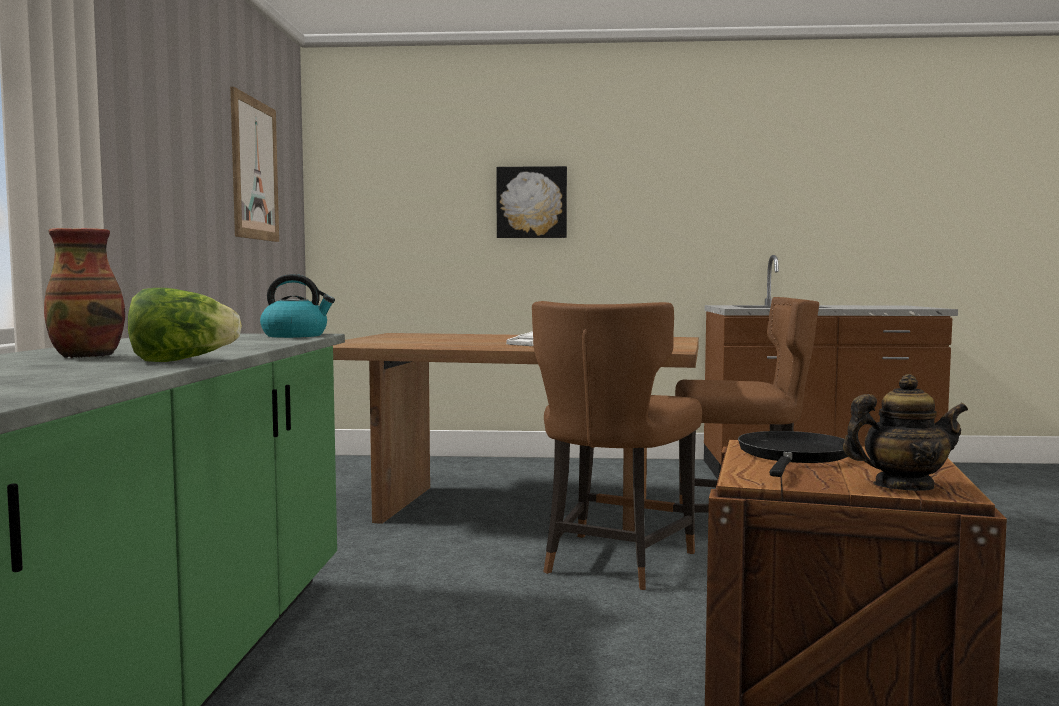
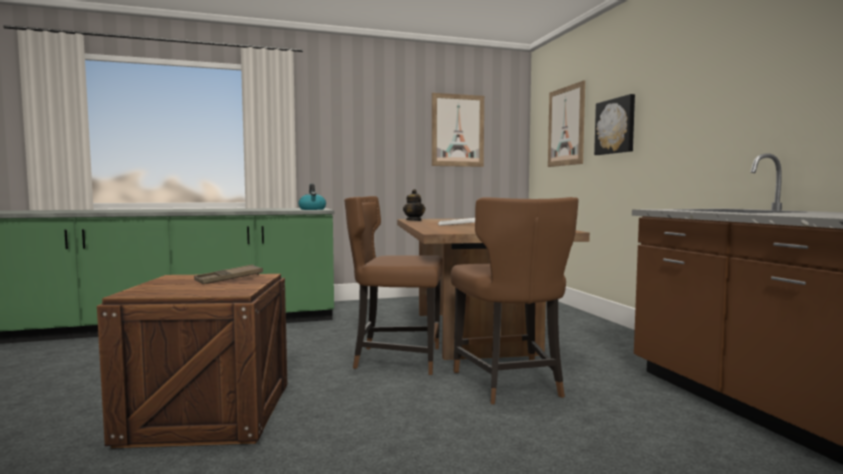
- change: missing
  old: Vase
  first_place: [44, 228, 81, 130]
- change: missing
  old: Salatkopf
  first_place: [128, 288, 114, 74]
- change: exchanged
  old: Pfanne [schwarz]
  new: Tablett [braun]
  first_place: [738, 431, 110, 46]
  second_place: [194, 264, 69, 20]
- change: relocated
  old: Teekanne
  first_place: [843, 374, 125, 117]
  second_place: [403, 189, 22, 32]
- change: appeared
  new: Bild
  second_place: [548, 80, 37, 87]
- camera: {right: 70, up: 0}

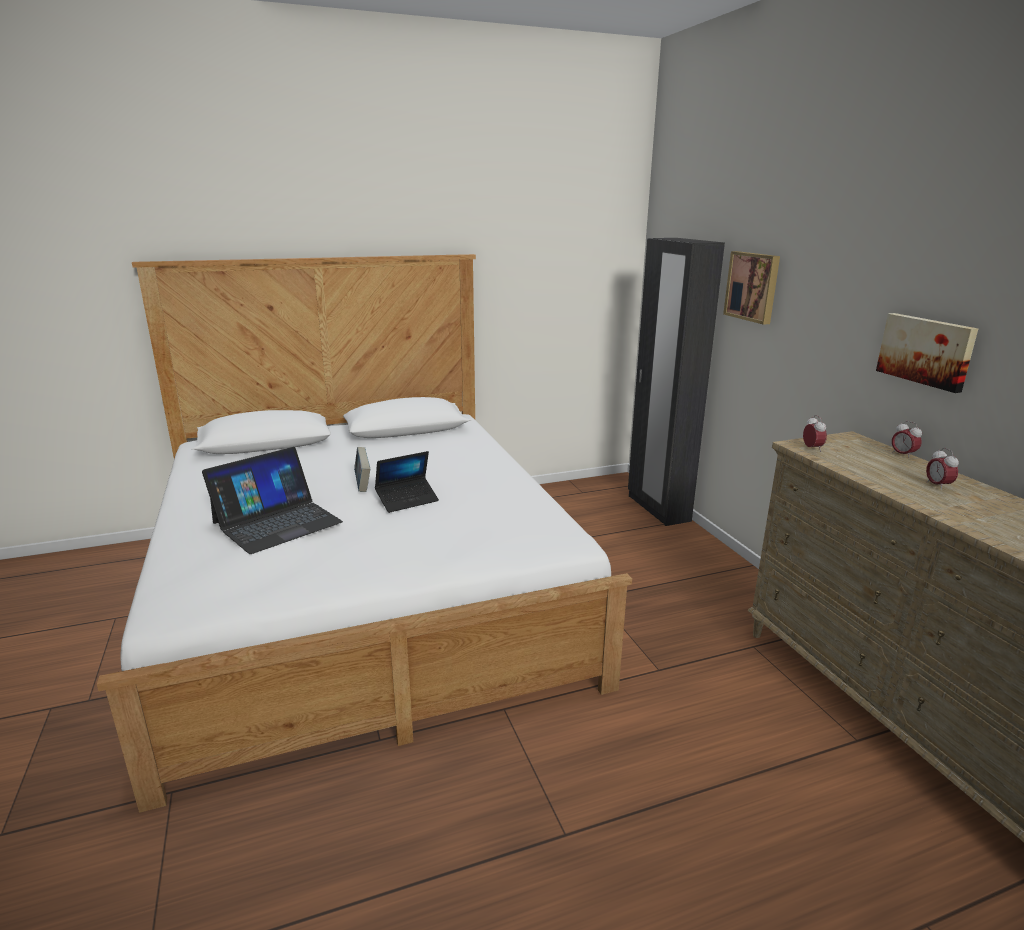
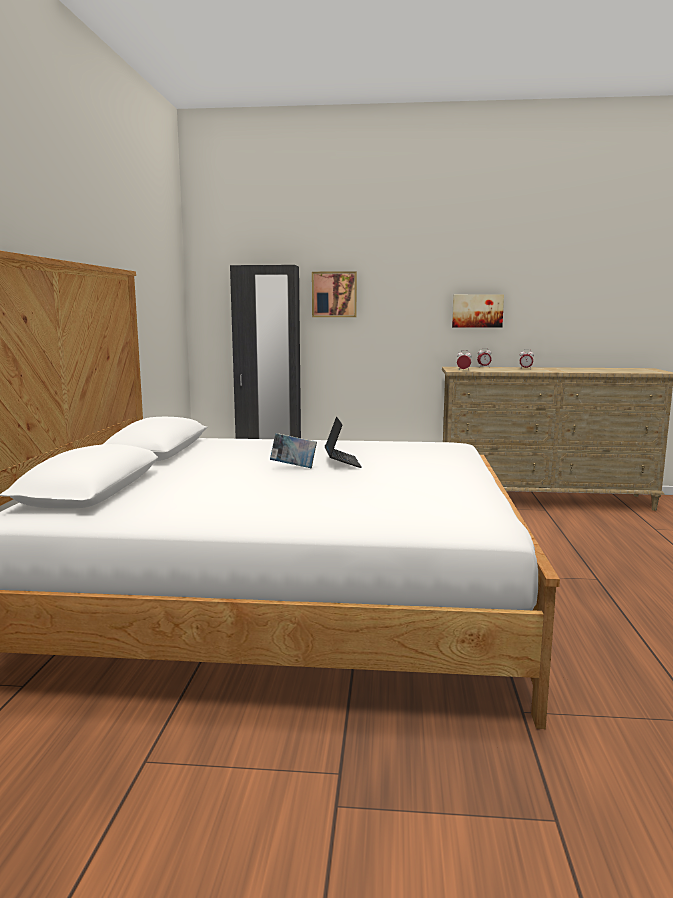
- change: missing
  old: Laptop
  first_place: [202, 447, 141, 107]
- camera: {right: -65, up: -10}

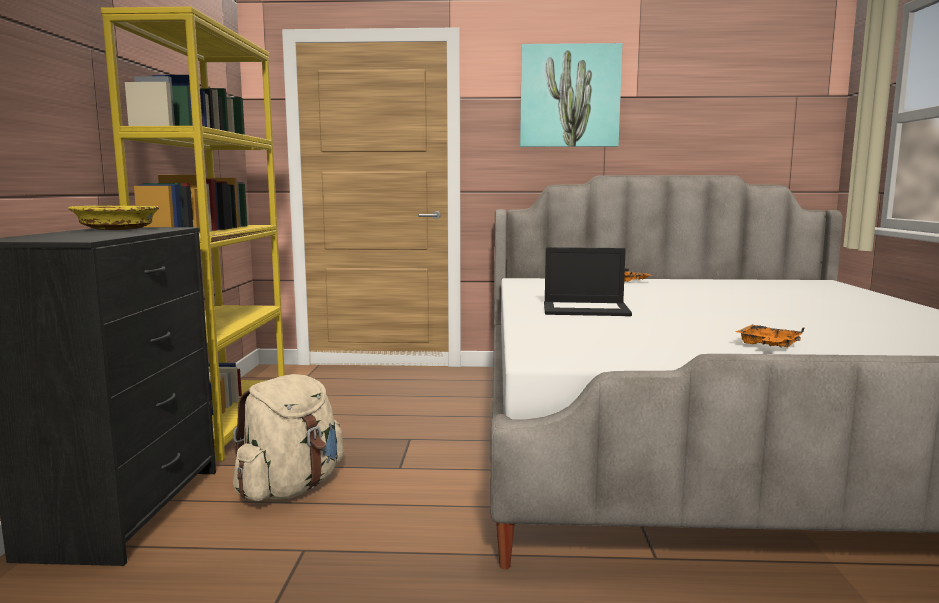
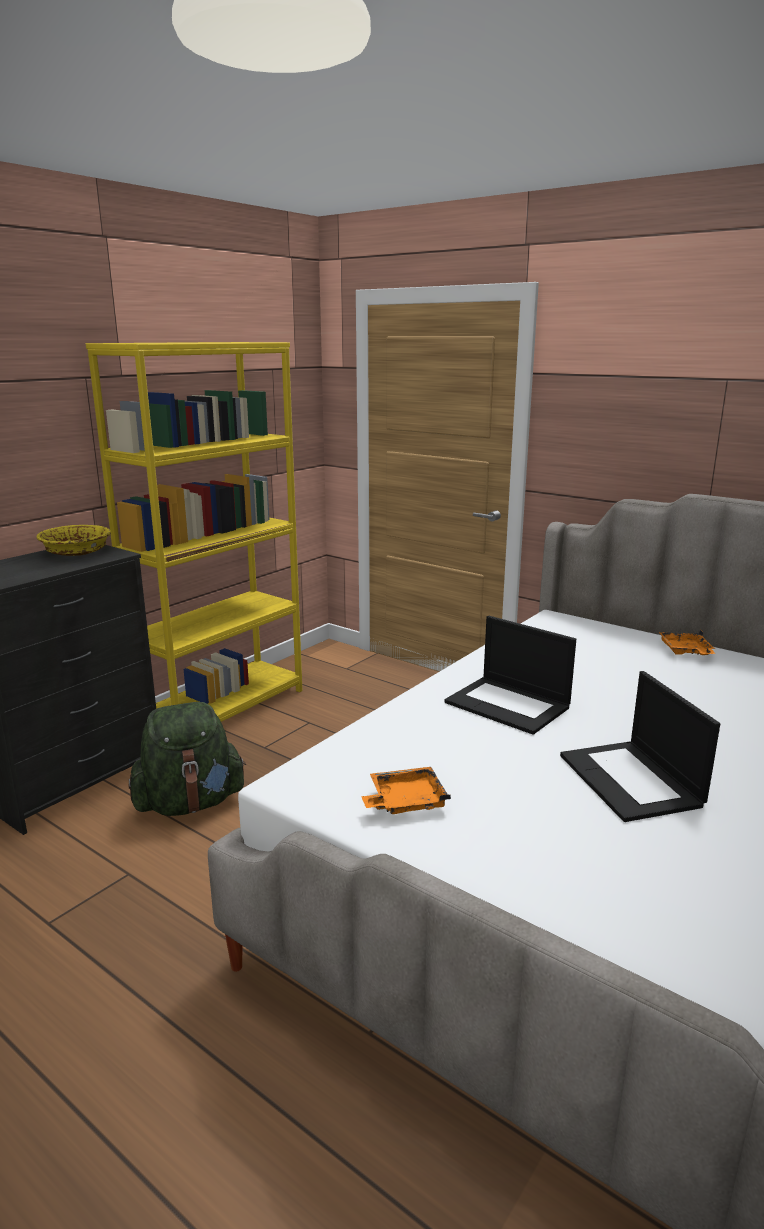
- change: colour
  old: Rucksack [beige]
  new: Rucksack [grün]
  first_place: [233, 374, 111, 127]
  second_place: [128, 702, 118, 114]
- change: missing
  old: Bild
  first_place: [520, 43, 103, 104]
- change: relocated
  old: Tablett [orange]
  first_place: [736, 325, 69, 23]
  second_place: [361, 767, 90, 47]
- change: appeared
  new: Laptop
  second_place: [560, 671, 160, 151]
- camera: {right: 35, up: 10}

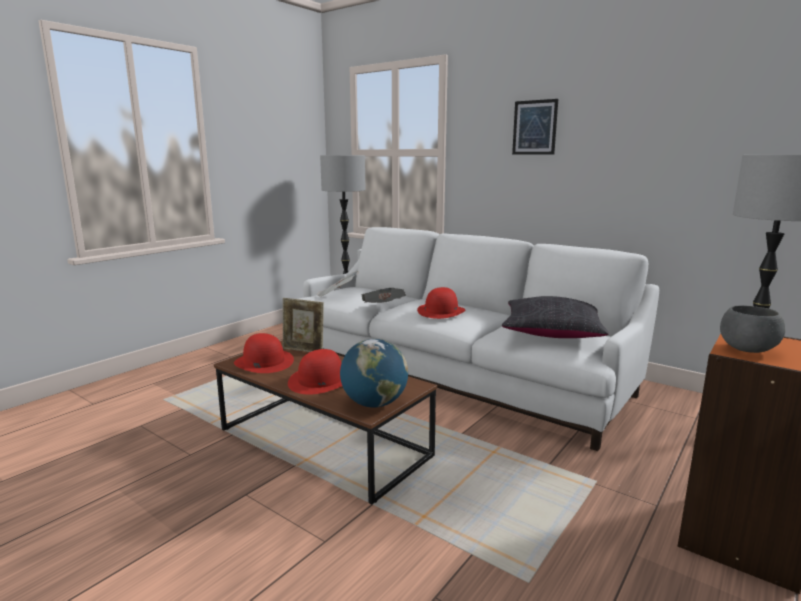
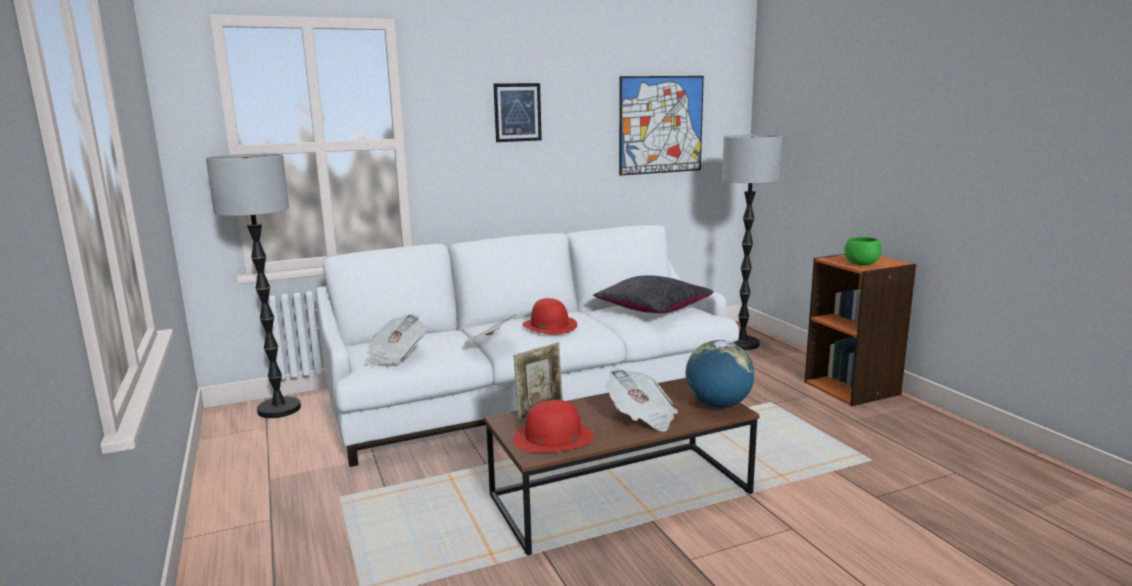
- change: exchanged
  old: Hut [rot]
  new: Zeitung
  first_place: [288, 349, 54, 46]
  second_place: [605, 369, 73, 63]
- change: colour
  old: Schüssel [grau]
  new: Schüssel [grün]
  first_place: [720, 305, 65, 48]
  second_place: [844, 237, 37, 29]
- change: appeared
  new: Bild
  second_place: [619, 76, 85, 99]
- camera: {right: -60, up: 0}

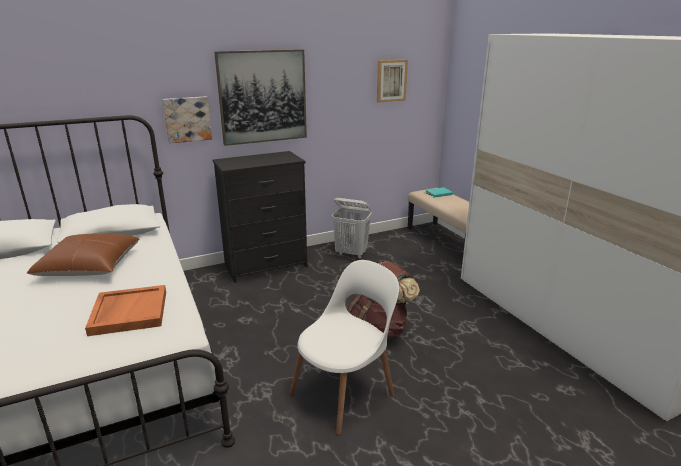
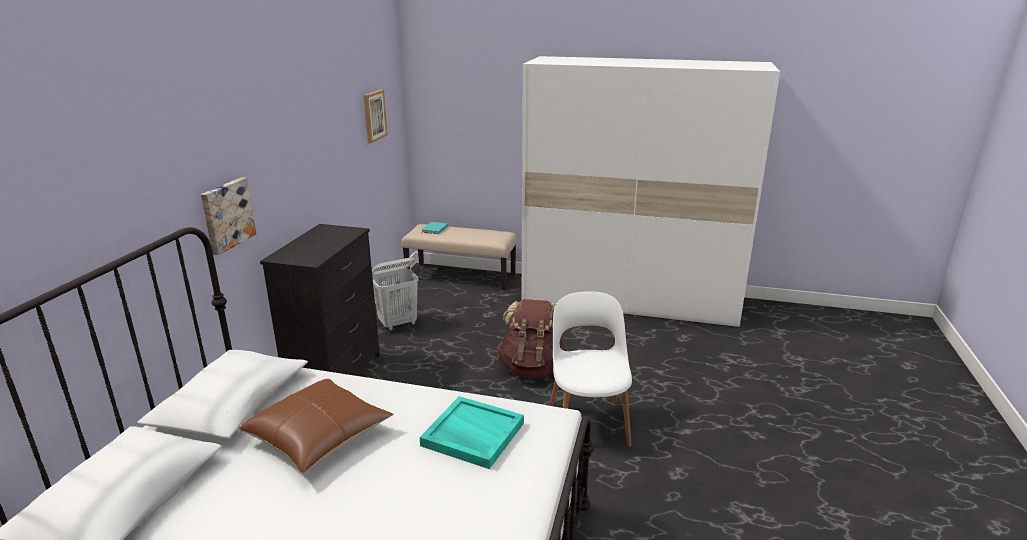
- change: colour
  old: Tablett [orange]
  new: Tablett [türkis]
  first_place: [85, 285, 81, 51]
  second_place: [420, 396, 104, 73]
- change: missing
  old: Bild
  first_place: [214, 49, 93, 97]
- camera: {right: -50, up: 0}

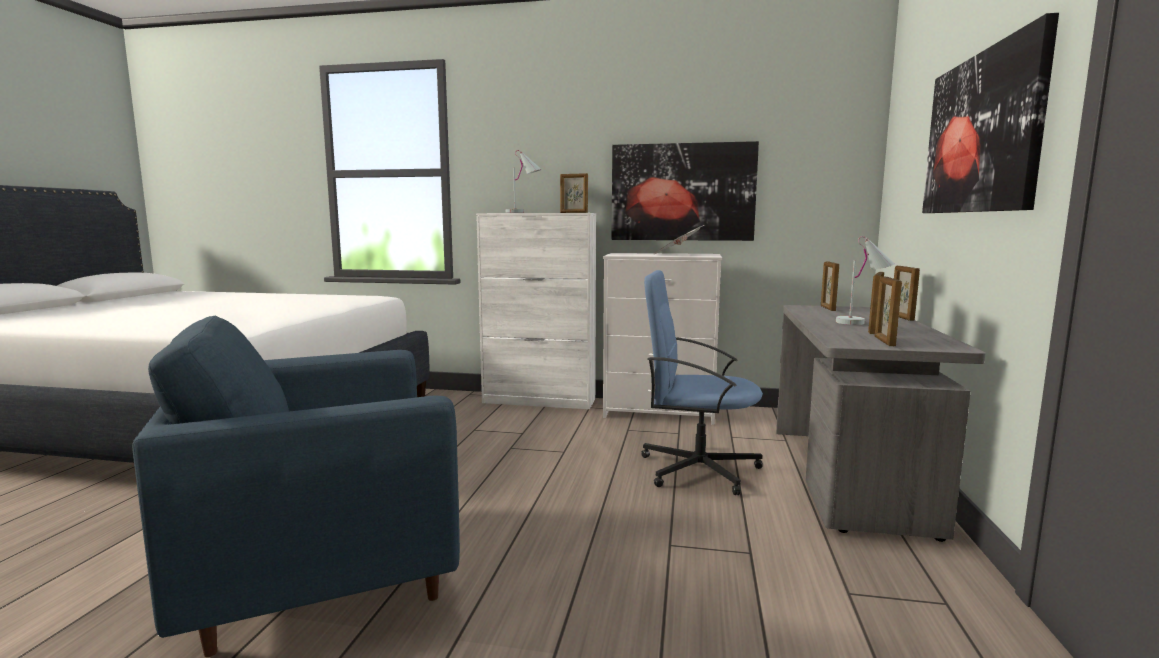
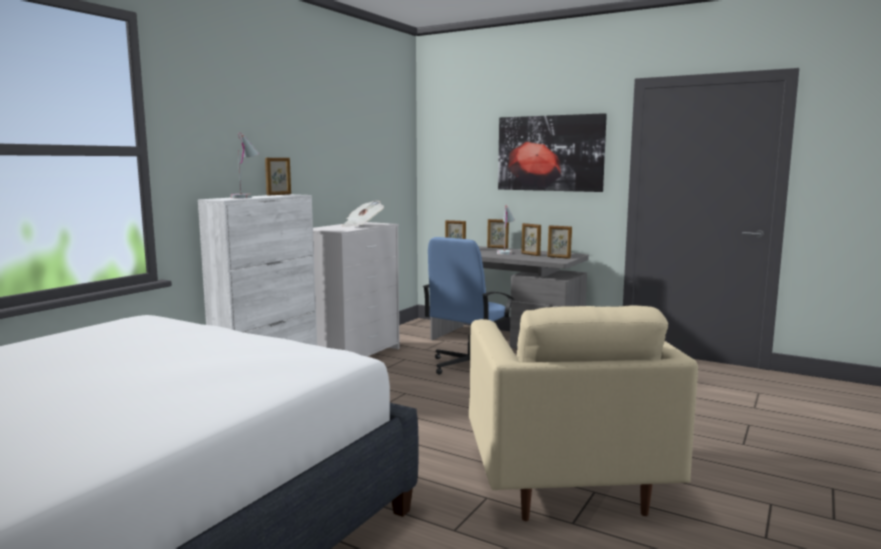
- change: colour
  old: Sessel [blau]
  new: Sessel [beige]
  first_place: [132, 316, 328, 341]
  second_place: [469, 305, 229, 216]
- change: missing
  old: Bild
  first_place: [611, 141, 148, 100]
- camera: {right: -70, up: 0}

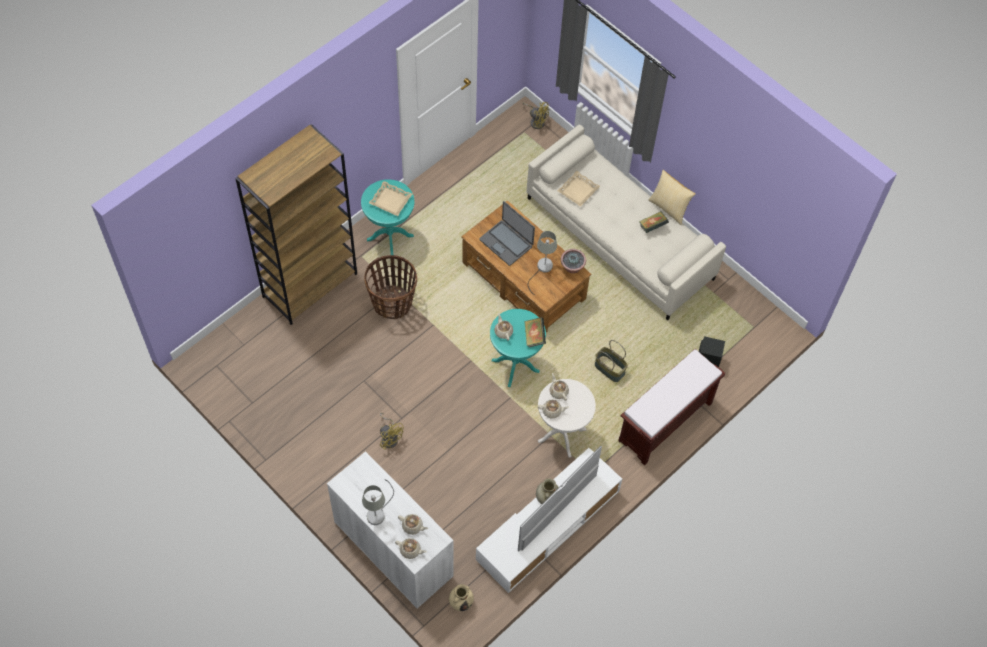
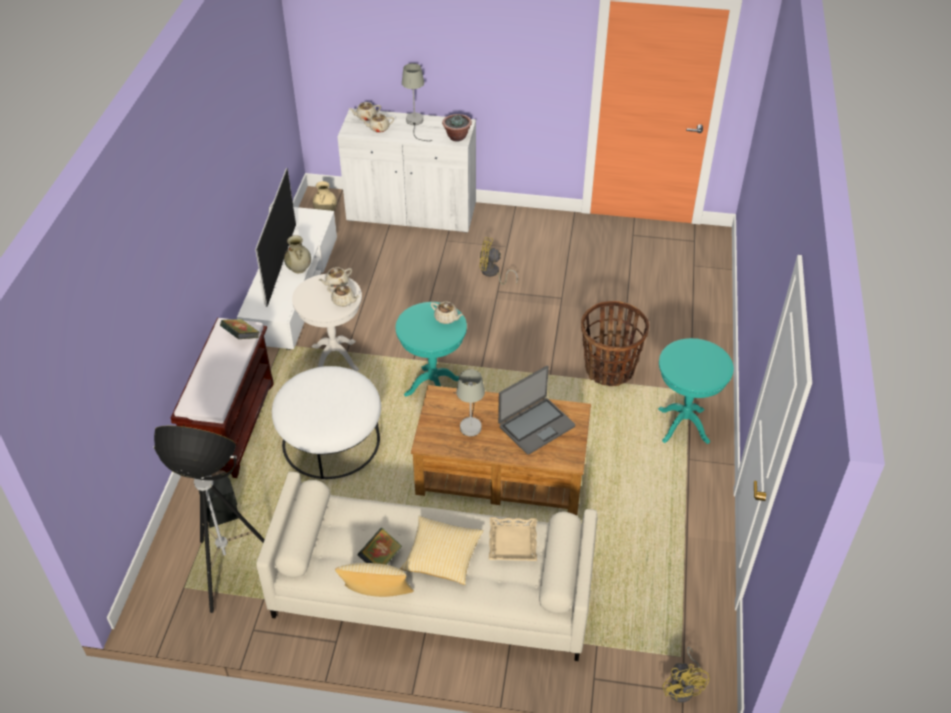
- change: missing
  old: Bücherregal [braun]
  first_place: [235, 124, 122, 201]
- change: missing
  old: Tablett [beige]
  first_place: [369, 181, 43, 35]
- change: spun
  old: Laptop
  first_place: [479, 201, 56, 65]
  second_place: [498, 366, 77, 89]
  degrees: 135
- change: spun
  old: Ventilator [gelb]
  first_place: [523, 102, 26, 27]
  second_place: [663, 647, 47, 56]
  degrees: -90
- change: relocated
  old: Buch
  first_place: [524, 317, 22, 30]
  second_place: [220, 319, 40, 20]
- change: relocated
  old: Topfpflanze
  first_place: [561, 249, 25, 24]
  second_place: [442, 114, 30, 28]
- change: exchanged
  old: Korb
  new: Polsterhocker [weiß]
  first_place: [595, 340, 33, 42]
  second_place: [272, 366, 109, 113]
- change: appeared
  new: Stehlampe
  second_place: [153, 426, 112, 187]
- change: appeared
  new: Kissen
  second_place: [400, 516, 83, 69]
- camera: {right: 145, up: -15}

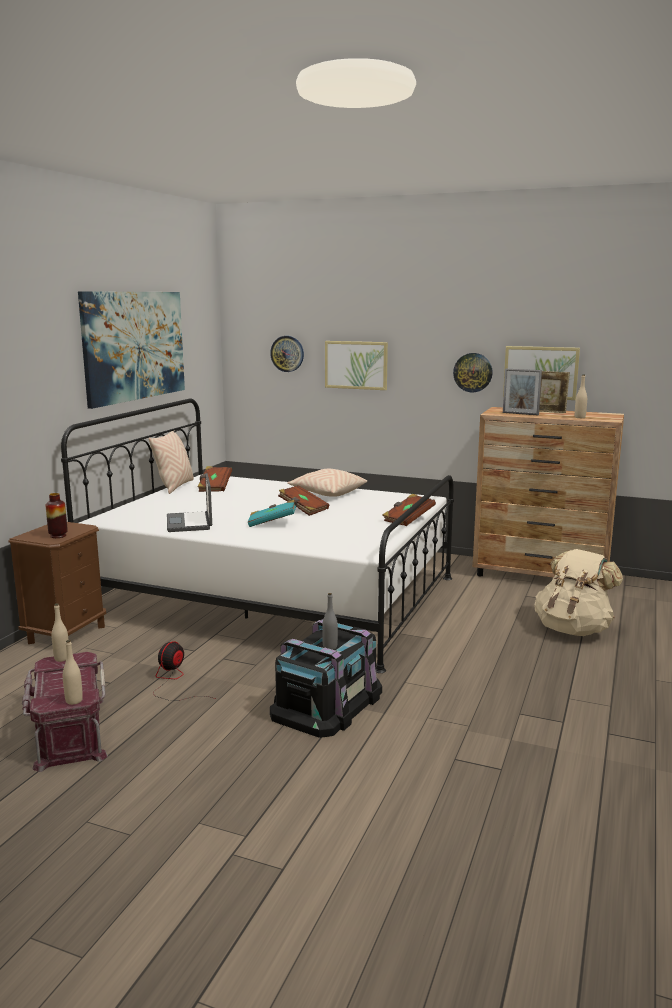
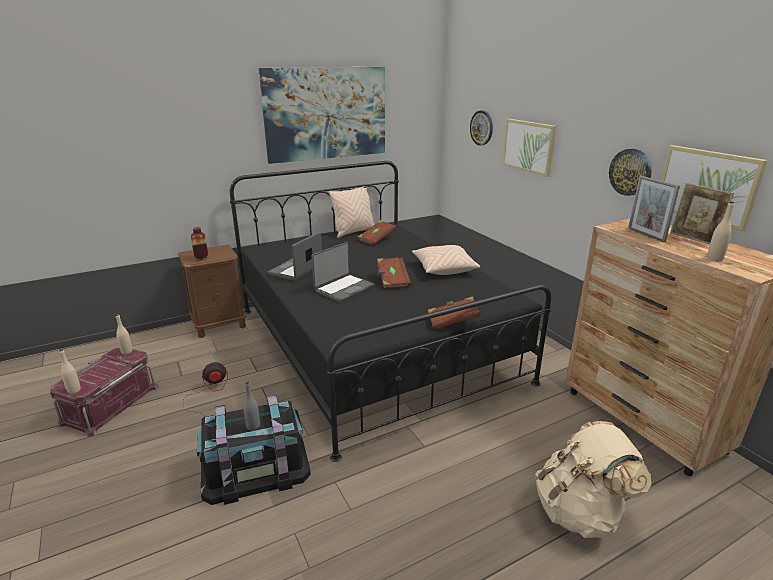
- change: colour
  old: Bett [weiß]
  new: Bett [schwarz]
  first_place: [61, 399, 393, 274]
  second_place: [230, 161, 321, 301]
- change: exchanged
  old: Buch [türkis]
  new: Laptop
  first_place: [248, 500, 48, 27]
  second_place: [311, 242, 64, 60]
- camera: {right: 40, up: 10}

